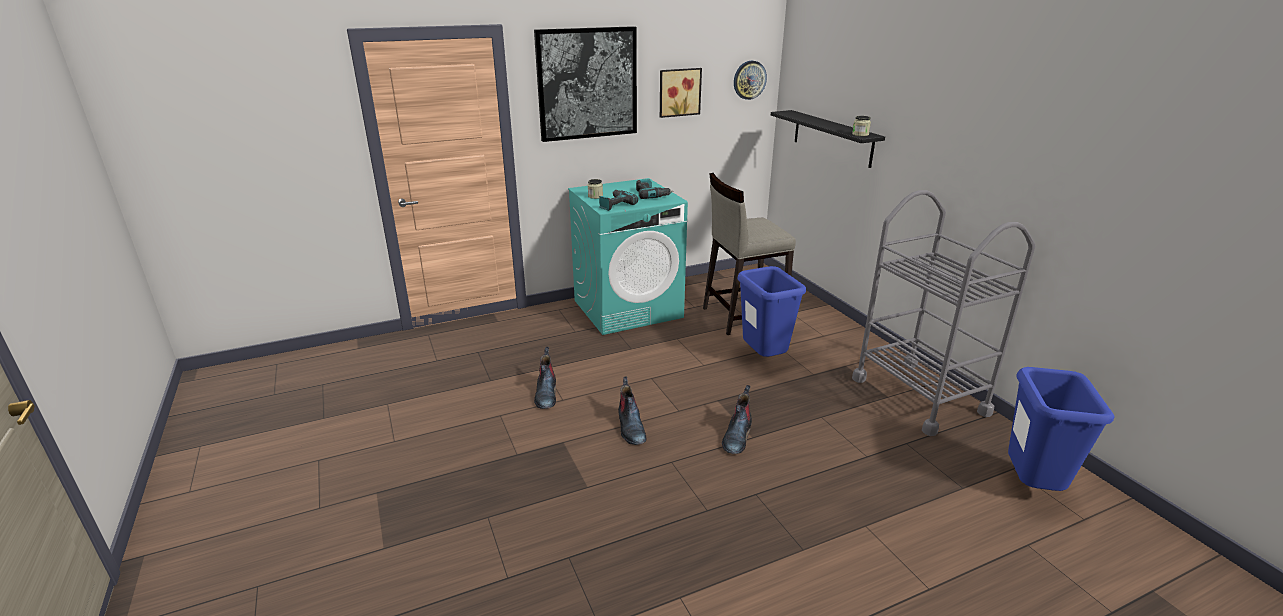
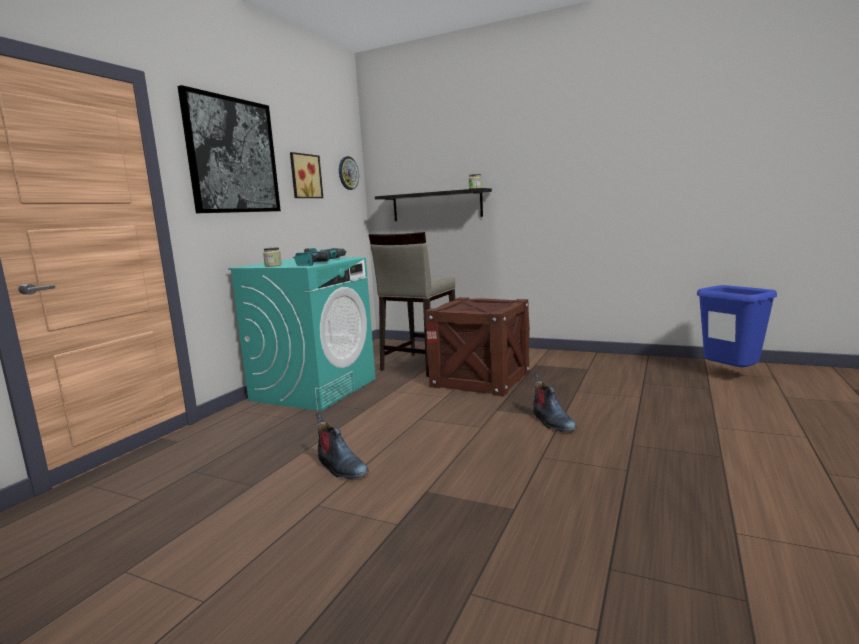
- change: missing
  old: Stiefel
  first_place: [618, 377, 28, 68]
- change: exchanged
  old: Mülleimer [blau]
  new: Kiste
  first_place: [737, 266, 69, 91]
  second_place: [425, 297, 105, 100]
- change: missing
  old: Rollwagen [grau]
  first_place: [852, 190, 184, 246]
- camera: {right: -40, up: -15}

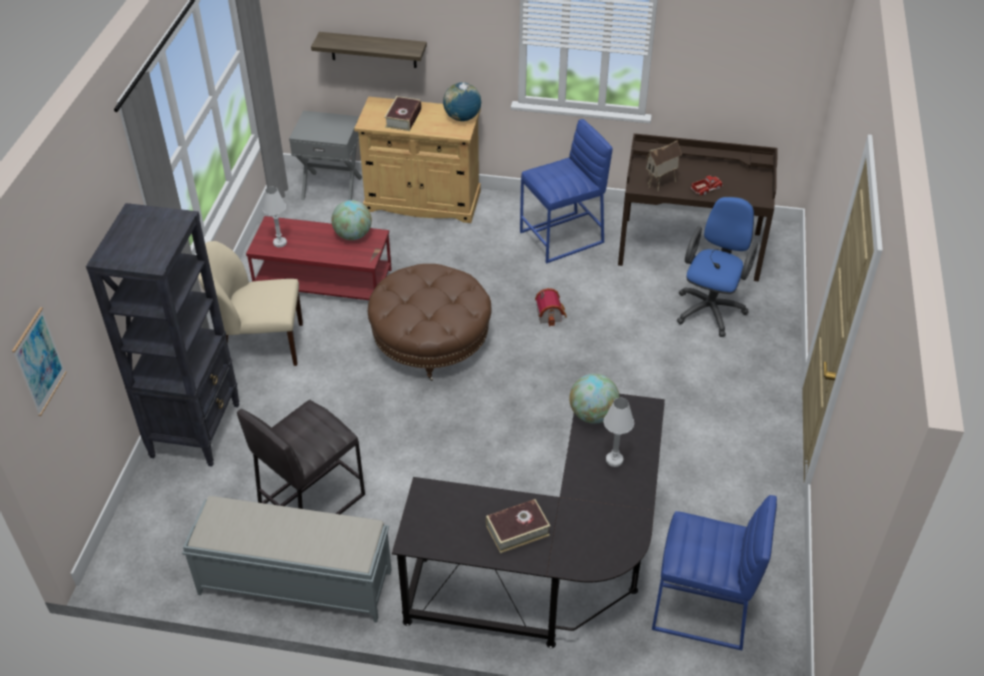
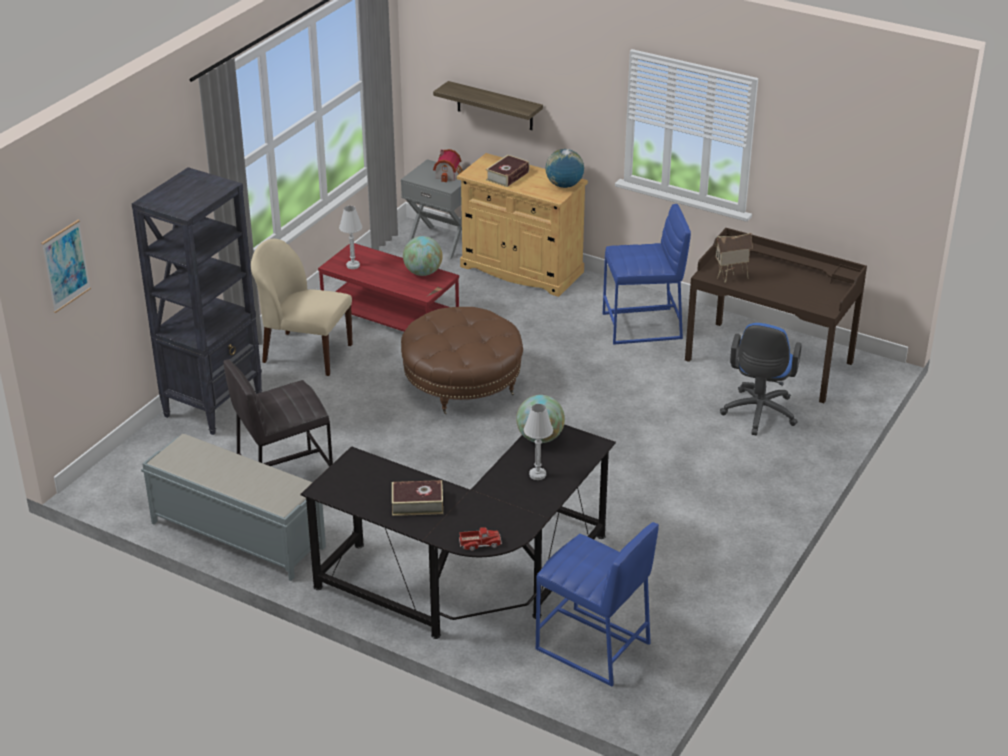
- change: relocated
  old: Spielzeughaus
  first_place: [535, 288, 32, 38]
  second_place: [433, 149, 30, 33]
- change: spun
  old: Bürostuhl [blau]
  first_place: [677, 197, 81, 140]
  second_place: [720, 323, 81, 112]
  degrees: 150
- change: relocated
  old: Spielzeuglaster
  first_place: [691, 176, 32, 19]
  second_place: [459, 527, 43, 24]
- camera: {right: 20, up: -10}

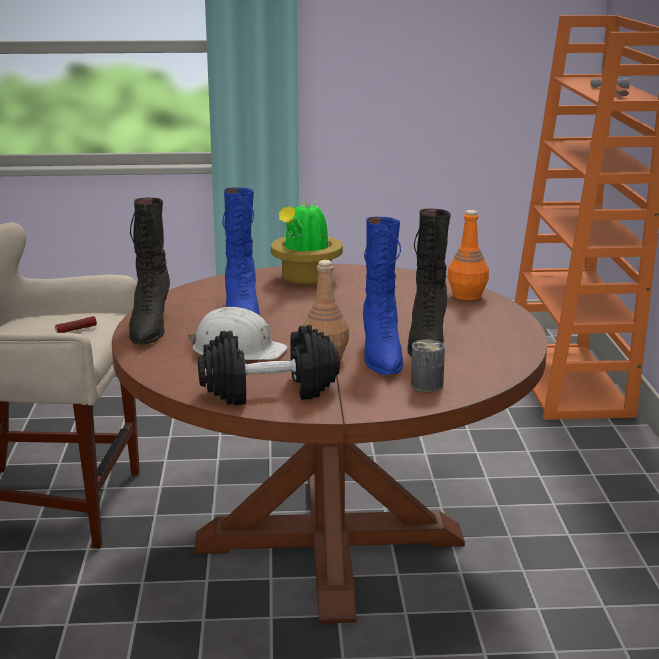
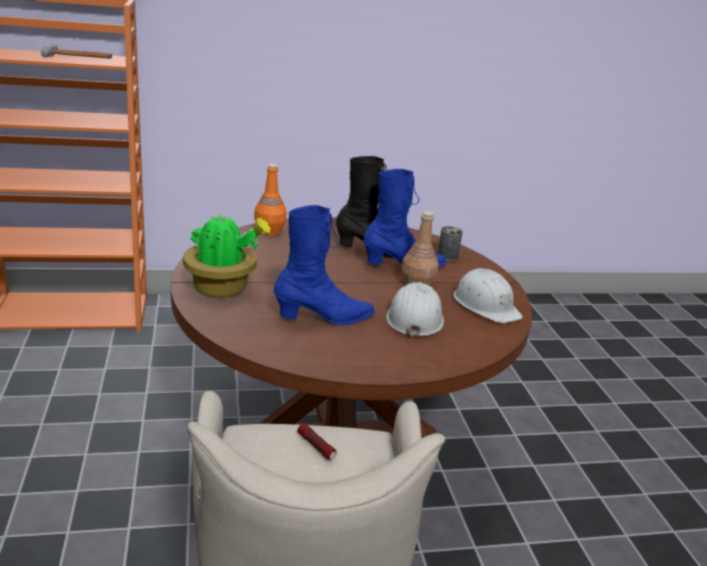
- change: missing
  old: Stiefel [schwarz]
  first_place: [129, 198, 41, 147]
- change: exchanged
  old: Hantel [schwarz]
  new: Schutzhelm [weiß]
  first_place: [198, 325, 142, 80]
  second_place: [453, 268, 70, 55]
- camera: {right: -100, up: 5}

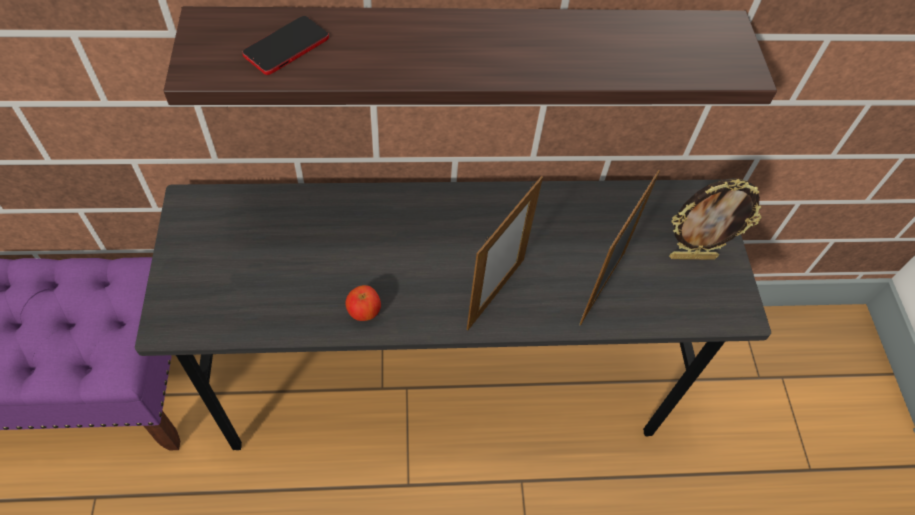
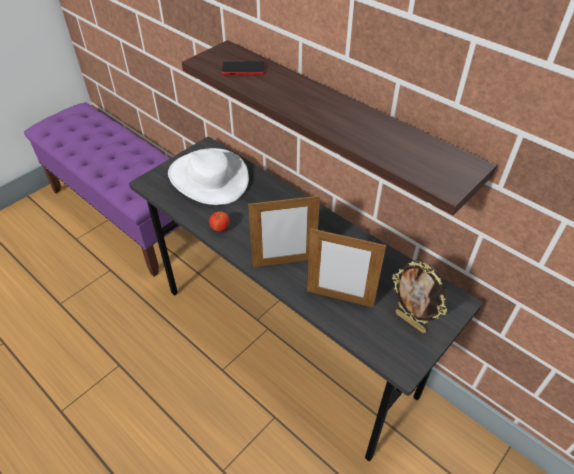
- change: spun
  old: Bilderrahmen
  first_place: [579, 170, 81, 156]
  second_place: [307, 228, 79, 79]
  degrees: -150
- change: appeared
  new: Hut [weiß]
  second_place: [168, 148, 81, 57]
- camera: {right: 50, up: -10}

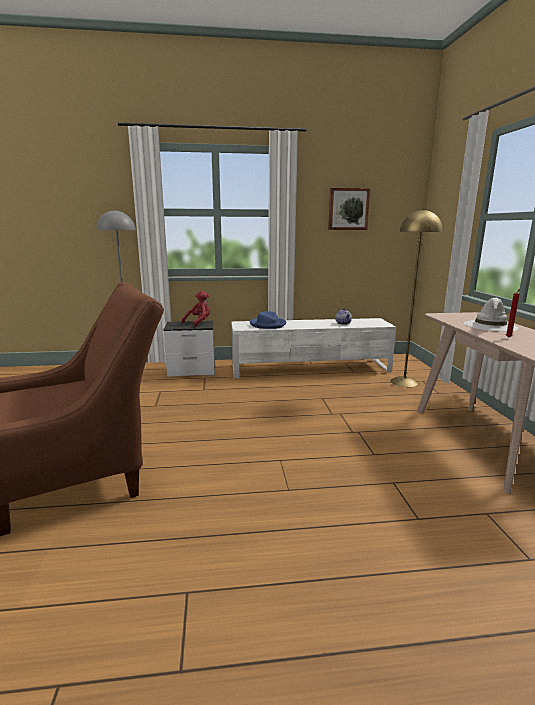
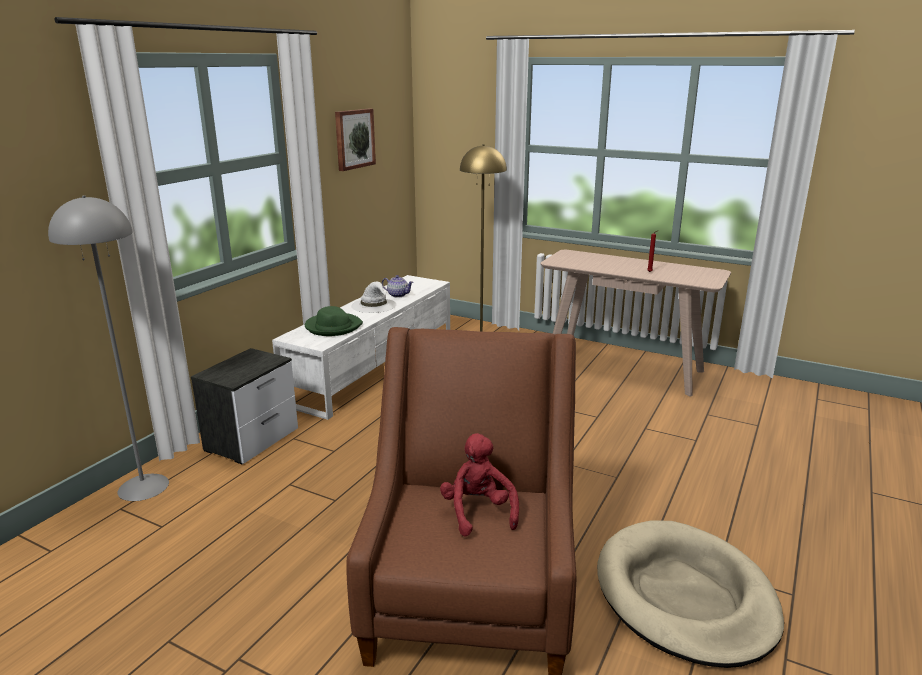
- change: relocated
  old: Plüschtier [rot]
  first_place: [181, 291, 29, 36]
  second_place: [440, 433, 79, 103]
- change: colour
  old: Hut [blau]
  new: Hut [grün]
  first_place: [249, 311, 37, 18]
  second_place: [305, 306, 58, 30]
- change: relocated
  old: Hut [weiß]
  first_place: [464, 298, 55, 34]
  second_place: [351, 281, 45, 32]
- change: appeared
  new: Hundebett [beige]
  second_place: [597, 520, 187, 148]
- camera: {right: -55, up: 5}

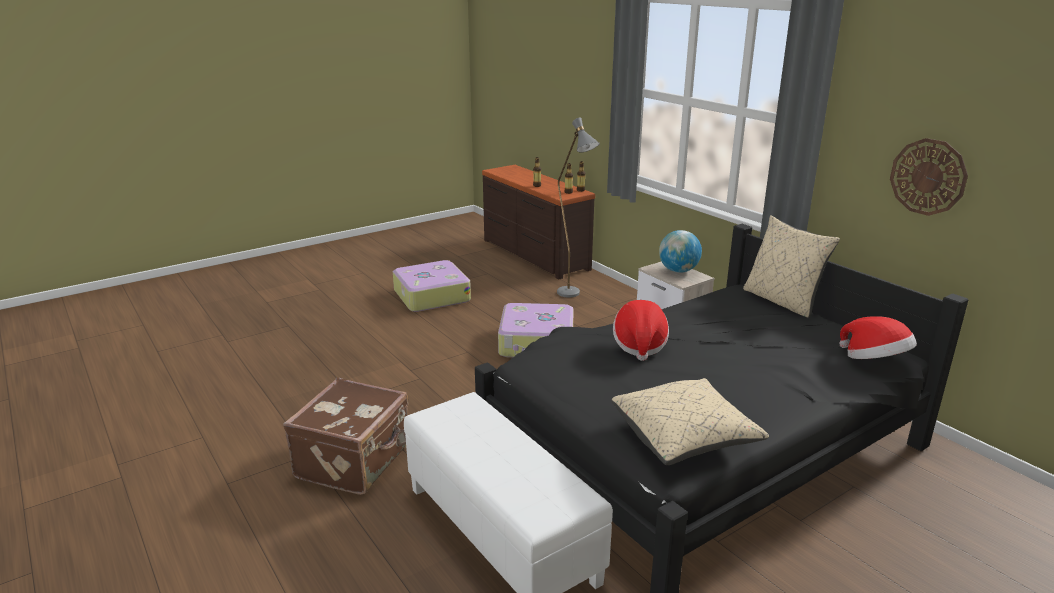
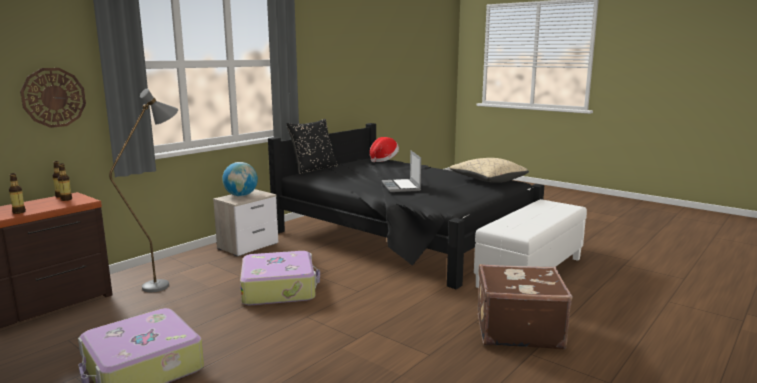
- change: exchanged
  old: Hut
  new: Laptop
  first_place: [613, 300, 56, 61]
  second_place: [382, 150, 39, 42]
- change: colour
  old: Kissen [beige]
  new: Kissen [schwarz]
  first_place: [743, 215, 97, 103]
  second_place: [286, 119, 52, 55]
- change: relocated
  old: Wanduhr
  first_place: [890, 138, 78, 78]
  second_place: [20, 68, 66, 60]
- camera: {right: -105, up: -10}

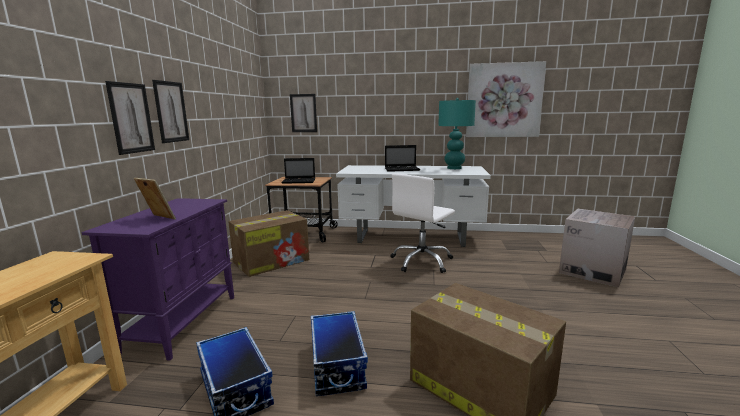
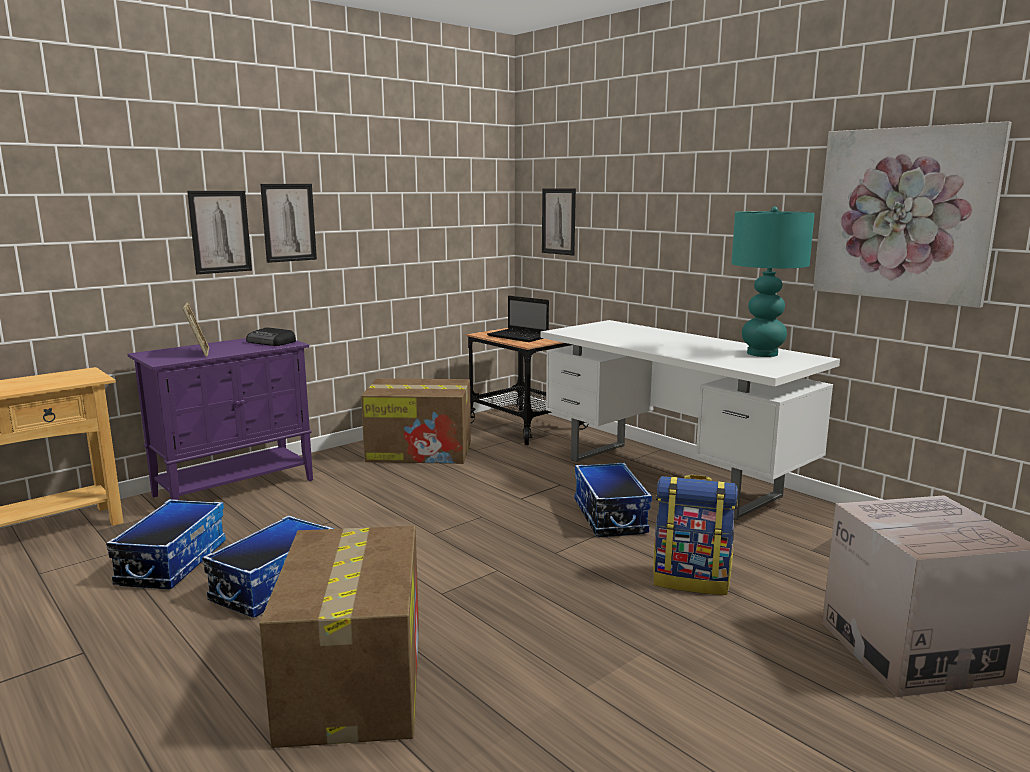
- change: missing
  old: Laptop
  first_place: [385, 145, 35, 27]
- change: exchanged
  old: Bürostuhl [weiß]
  new: Aufbewahrungsbox
  first_place: [390, 174, 65, 99]
  second_place: [575, 463, 77, 74]
- change: appeared
  new: Radio
  second_place: [246, 327, 50, 19]
- change: appeared
  new: Rucksack
  second_place: [654, 475, 84, 120]
- camera: {right: 40, up: 0}

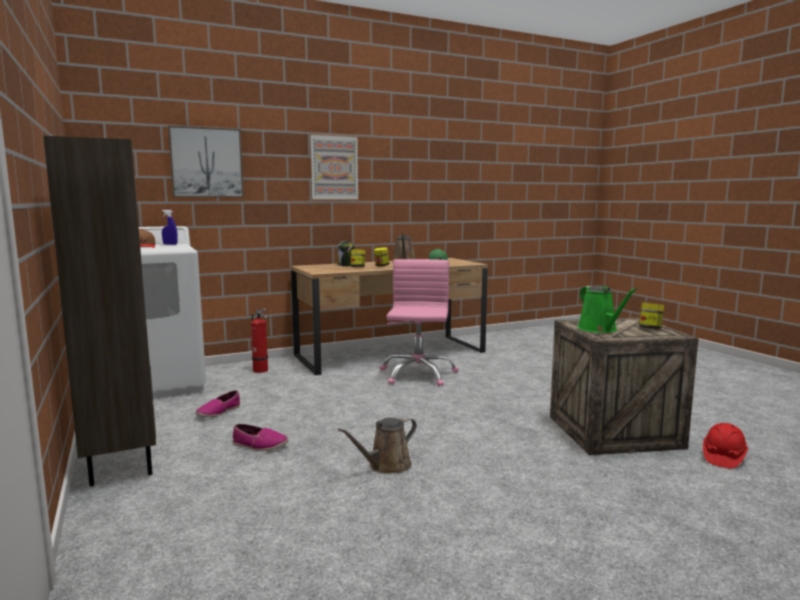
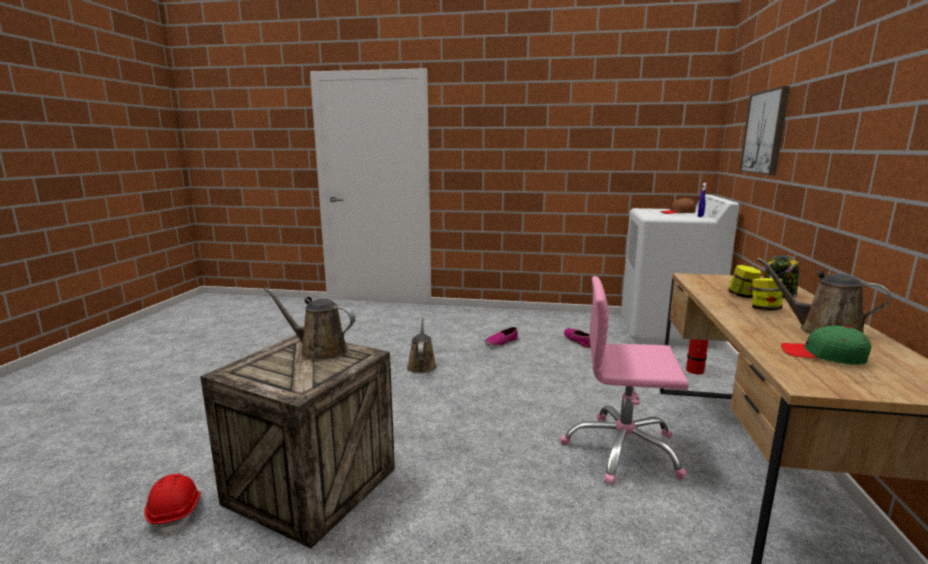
- change: missing
  old: Bücherregal [braun]
  first_place: [44, 136, 112, 350]
- change: missing
  old: Bild
  first_place: [310, 133, 49, 67]
- change: spun
  old: Bürostuhl [rosa]
  first_place: [380, 259, 79, 127]
  second_place: [560, 276, 129, 209]
  degrees: 150
- change: colour
  old: Gießkanne [grün]
  new: Gießkanne [braun]
  first_place: [578, 285, 59, 48]
  second_place: [264, 288, 91, 73]
- change: missing
  old: Vorratsglas
  first_place: [639, 303, 25, 27]
- camera: {right: 125, up: 5}

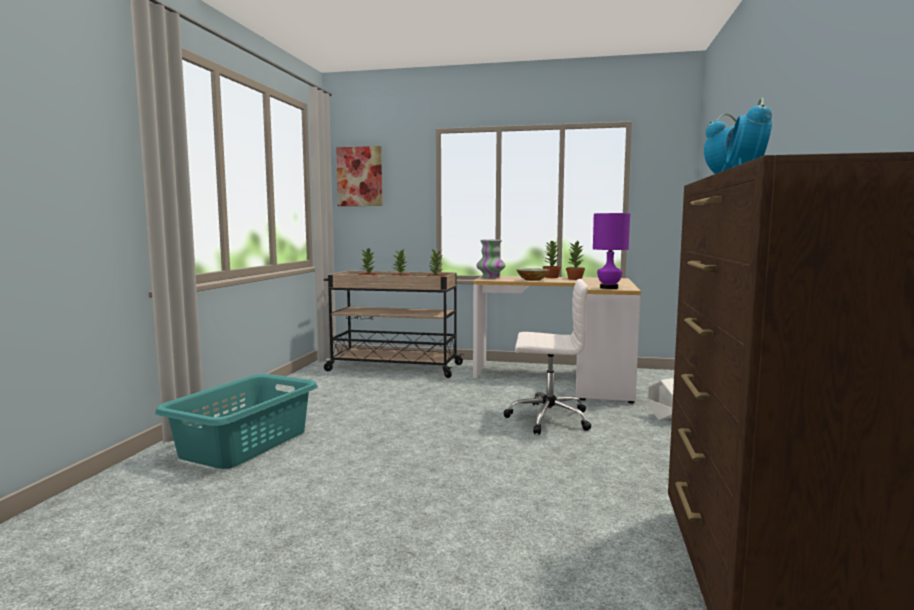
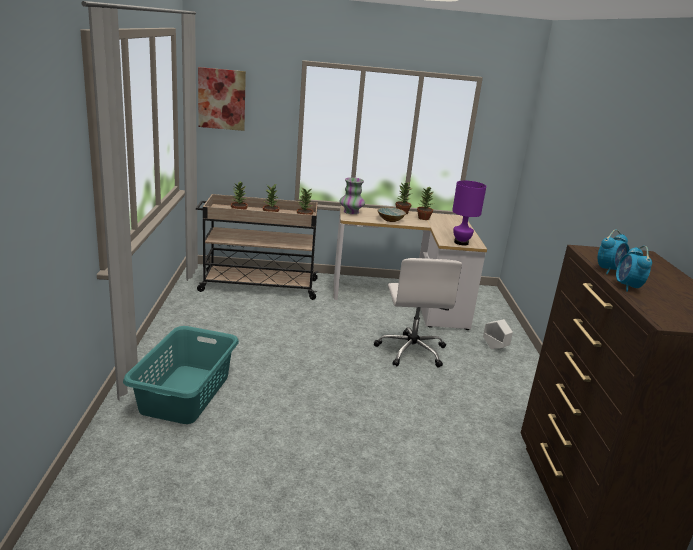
- change: spun
  old: Bürostuhl [weiß]
  first_place: [504, 279, 87, 156]
  second_place: [374, 258, 88, 109]
  degrees: 90
- camera: {right: -15, up: 15}

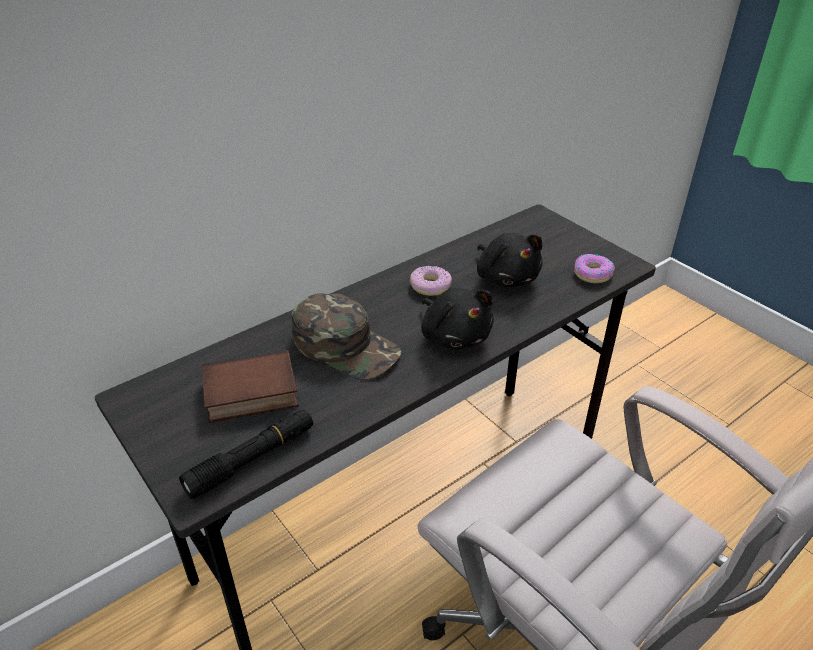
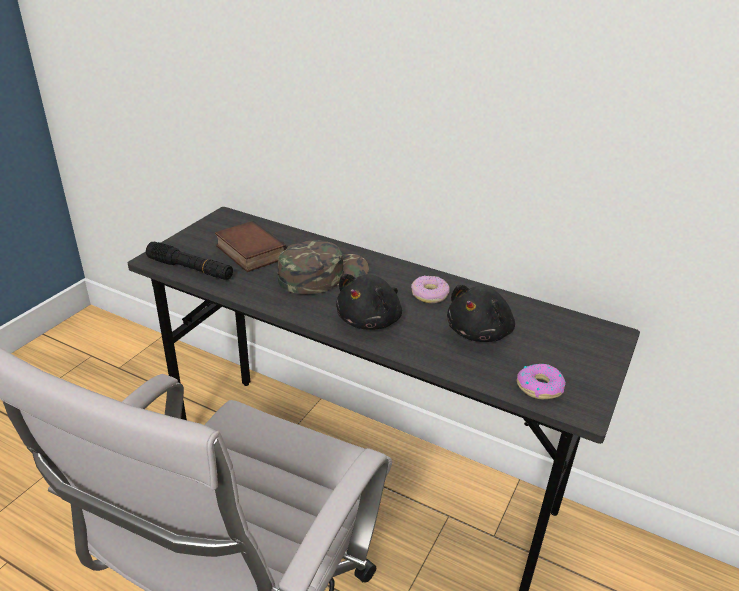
- change: spun
  old: Kappe [grün]
  first_place: [292, 293, 110, 87]
  second_place: [278, 240, 91, 54]
  degrees: -135
- camera: {right: 65, up: -5}

